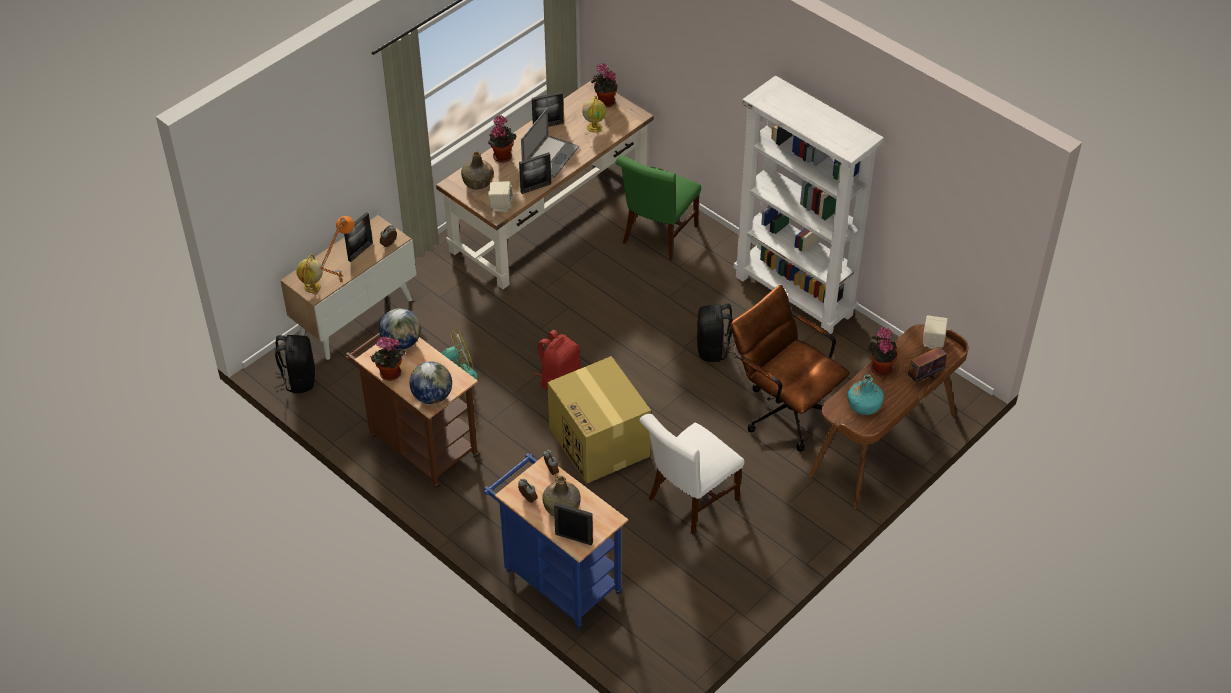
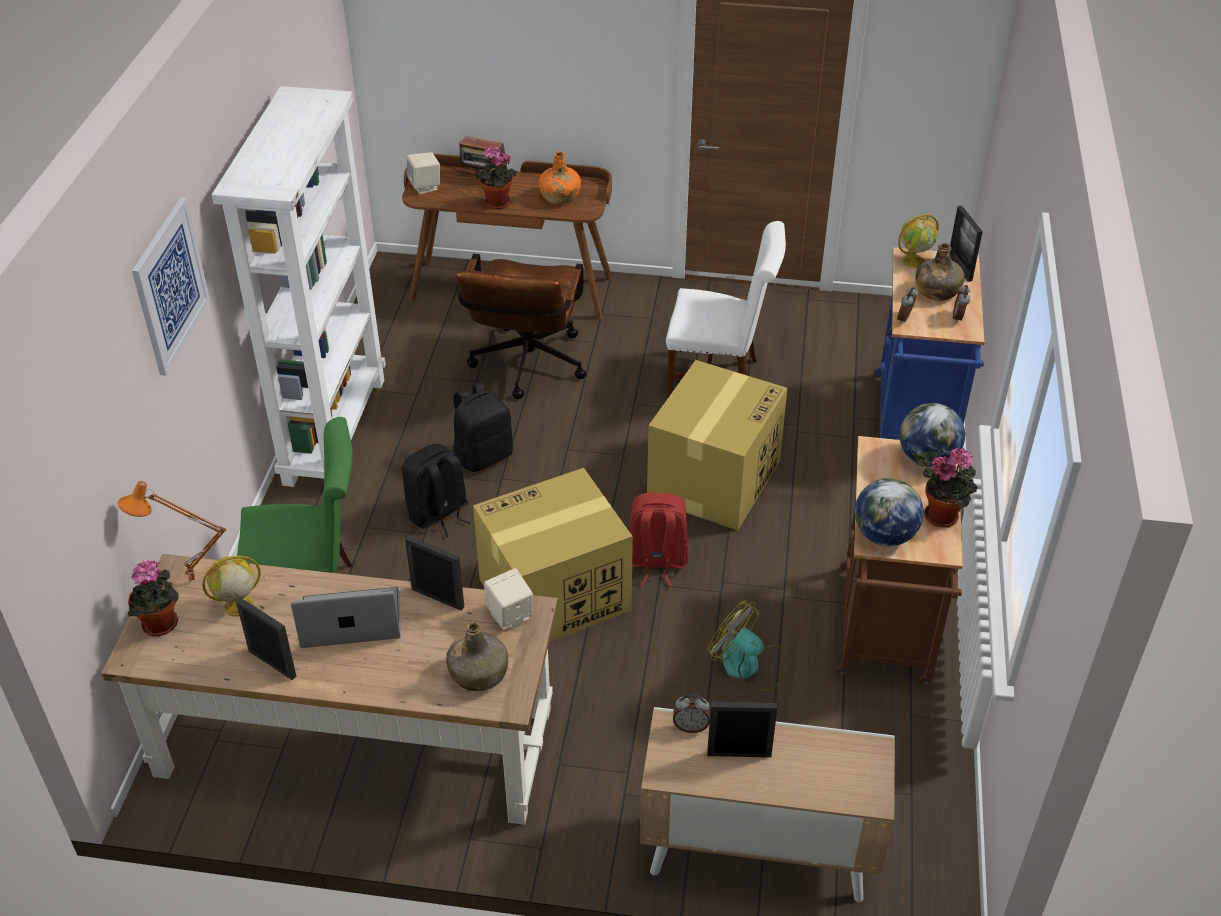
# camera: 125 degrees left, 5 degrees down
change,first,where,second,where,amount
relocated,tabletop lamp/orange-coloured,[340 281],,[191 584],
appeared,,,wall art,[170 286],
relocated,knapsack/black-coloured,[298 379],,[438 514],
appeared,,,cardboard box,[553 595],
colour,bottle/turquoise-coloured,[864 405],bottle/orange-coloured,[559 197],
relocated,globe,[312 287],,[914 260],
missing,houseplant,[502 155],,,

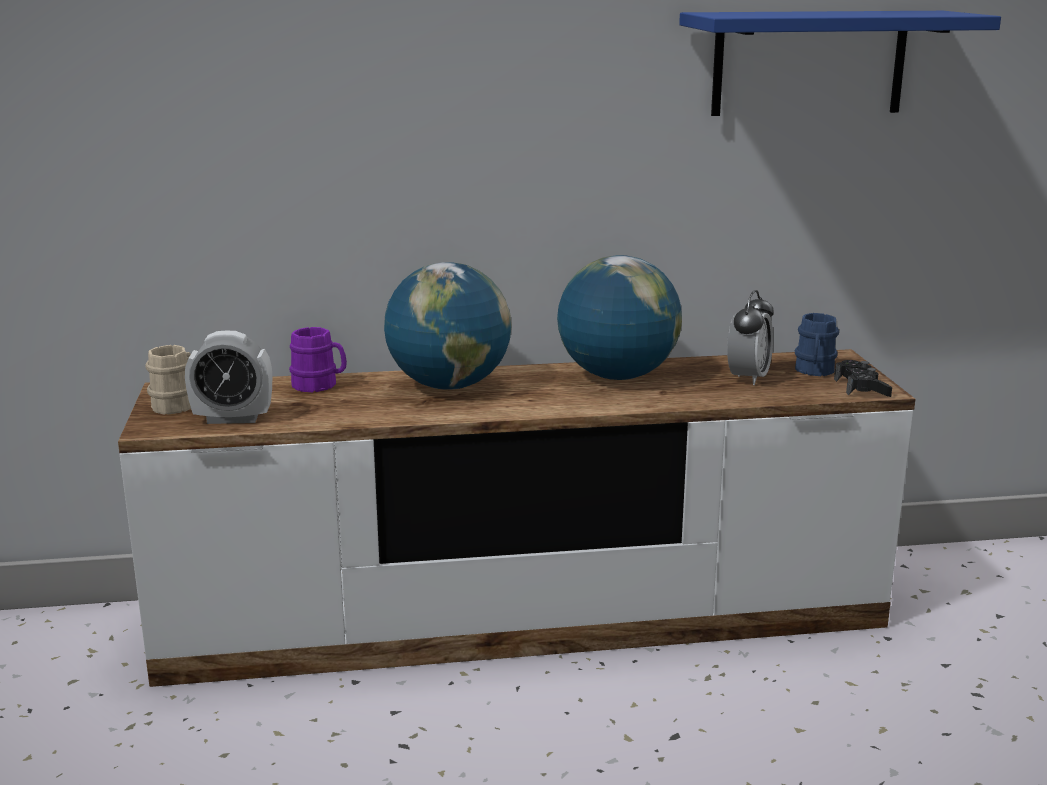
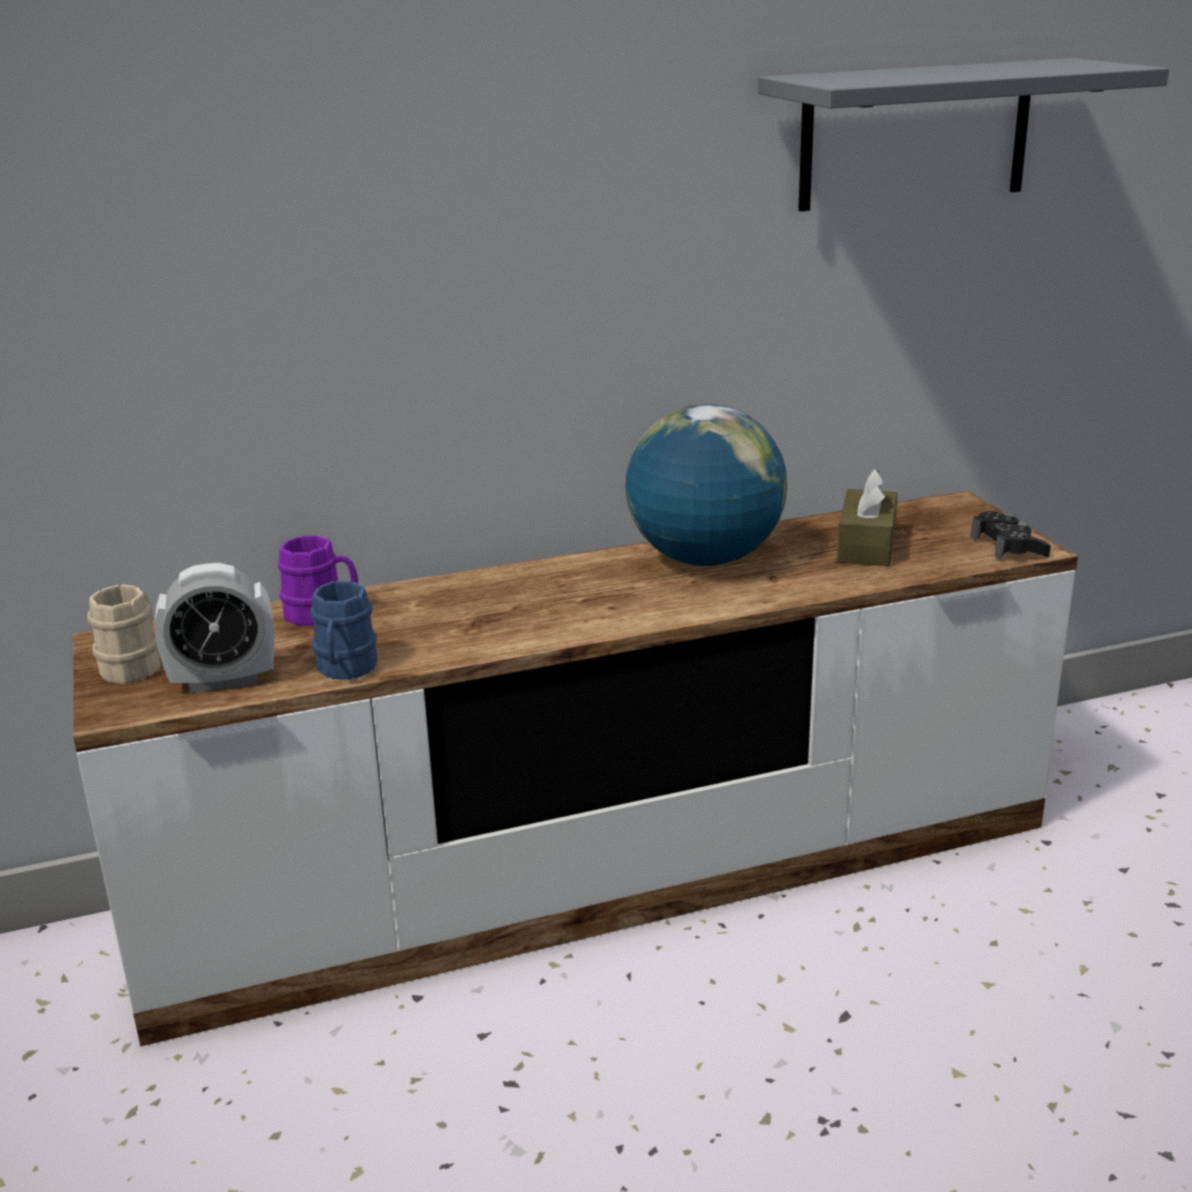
# camera: 10 degrees left, 5 degrees up
change,first,where,second,where,amount
relocated,tea mug/blue-coloured,[814 371],,[344 669],
colour,wall shelf/blue-coloured,[809 63],wall shelf/grey,[915 135],
exchanged,bedside clock,[748 378],tissue box/brown-coloured,[866 545],
missing,globe,[449 385],,,

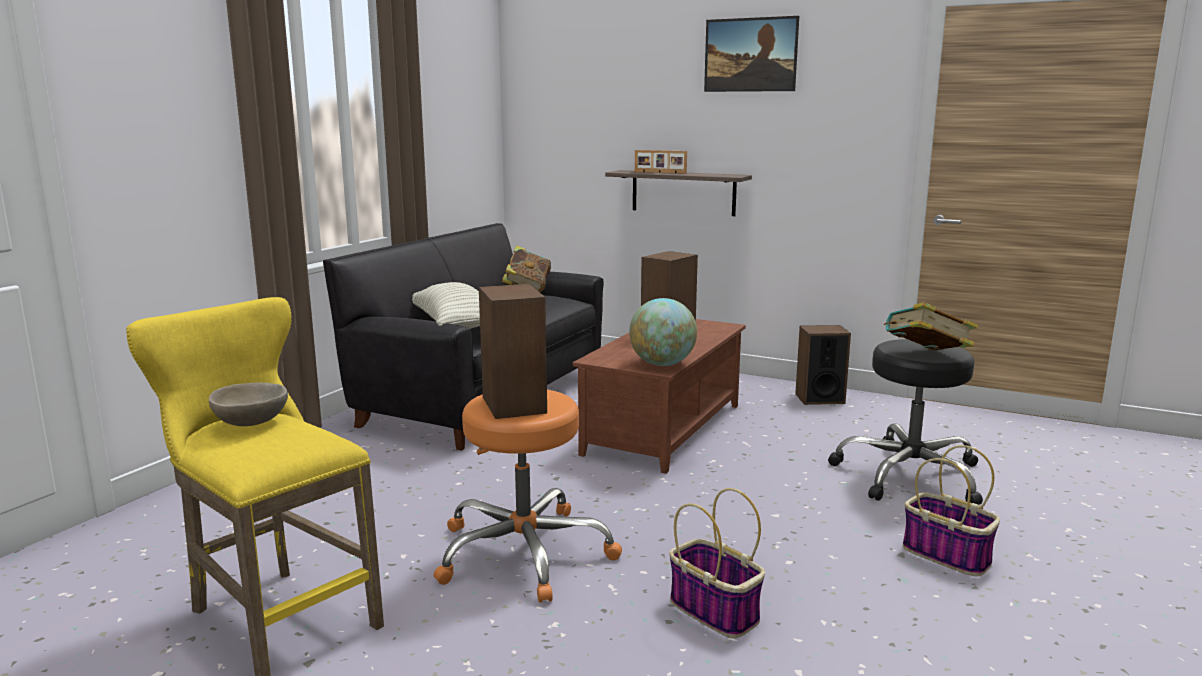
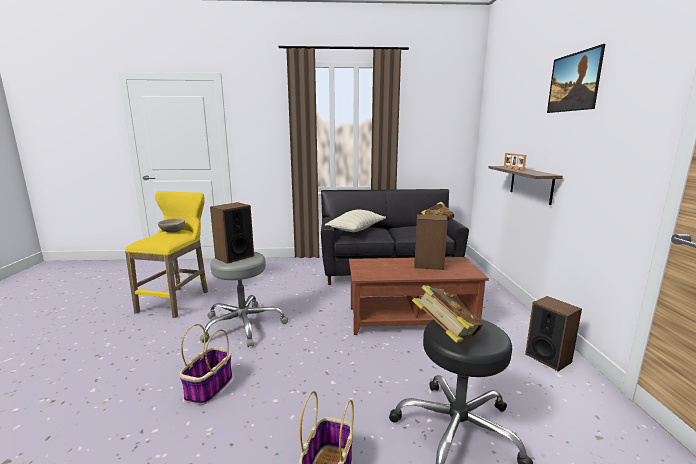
# camera: 60 degrees right, 0 degrees up
change,first,where,second,where,amount
colour,stool/orange-coloured,[524 553],stool/grey,[242 325],
missing,globe,[662 364],,,

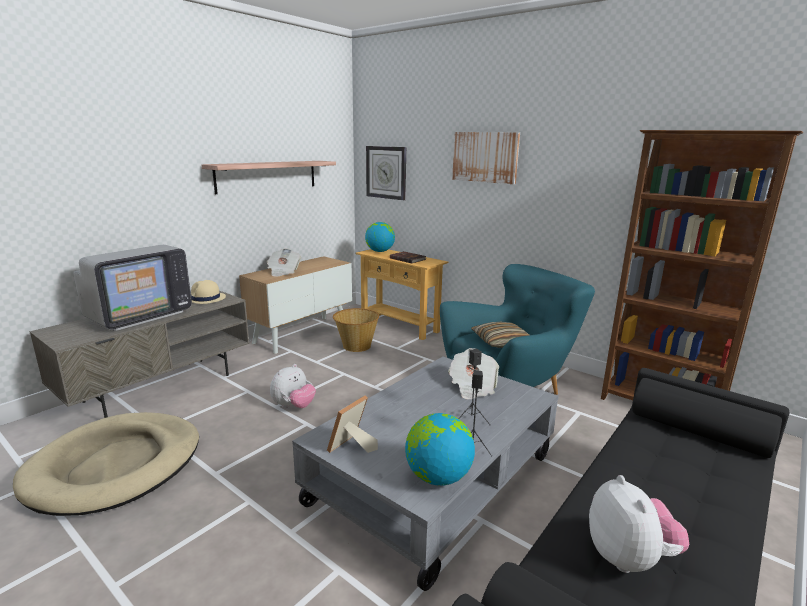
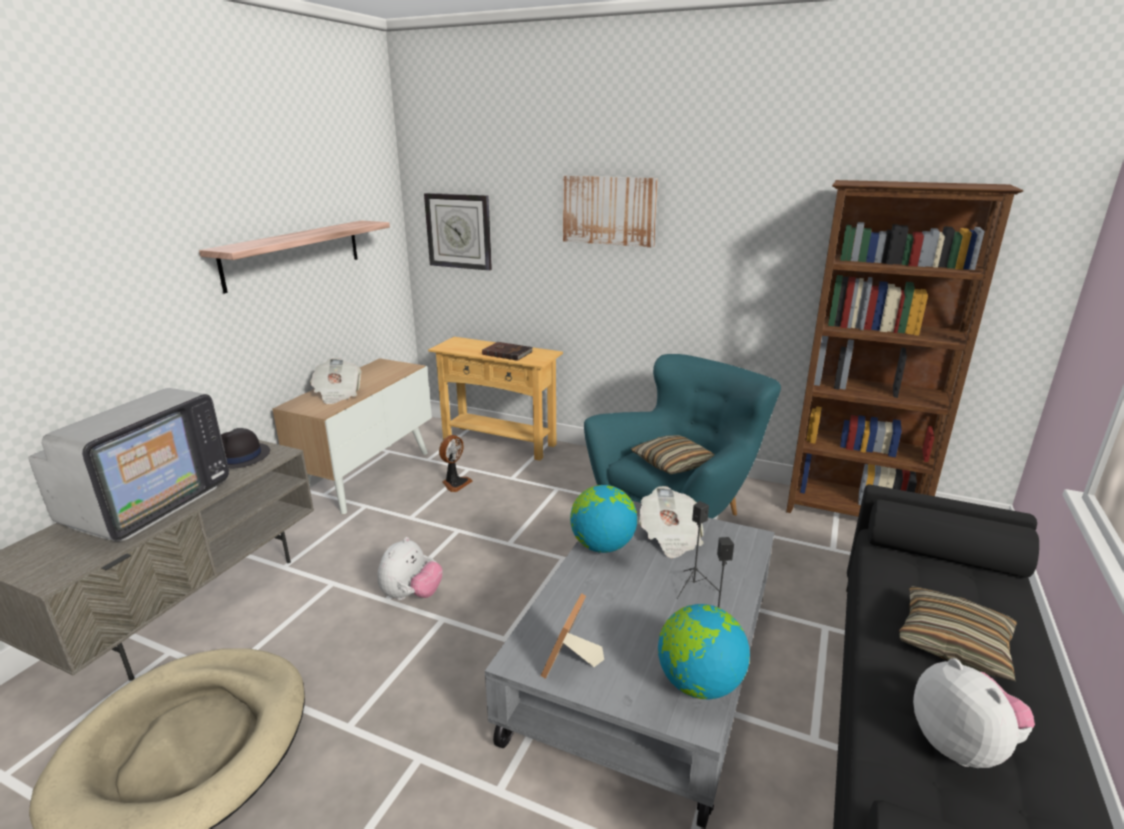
# camera: 15 degrees left, 5 degrees up
change,first,where,second,where,amount
colour,wearable hat/sand-coloured,[205 299],wearable hat/black-coloured,[239 457],
exchanged,household basket,[356 346],electric fan,[455 483],
relocated,globe,[380 251],,[602 546],
appeared,,,throw pillow,[953 642],

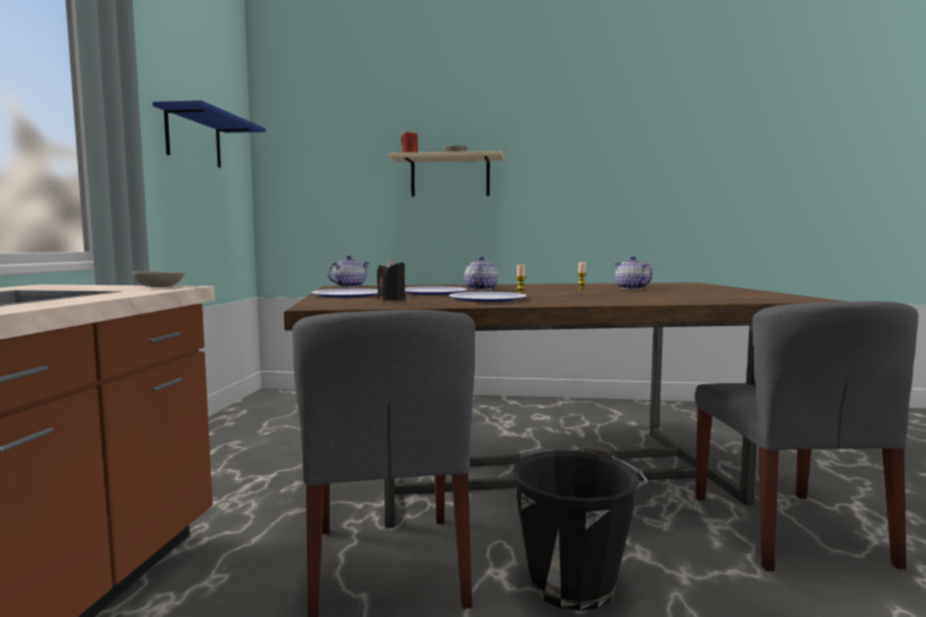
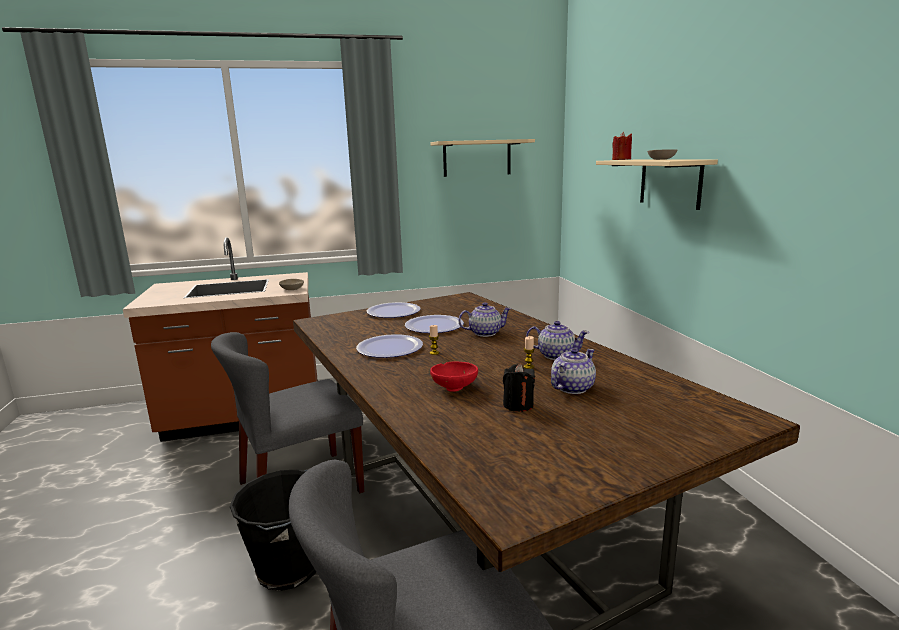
# camera: 70 degrees right, 10 degrees up
change,first,where,second,where,amount
appeared,,,serving bowl/red-coloured,[455 387],
colour,wall shelf/blue-coloured,[193 139],wall shelf/sand-coloured,[477 158],
relocated,candle/black-coloured,[392 299],,[518 405],
relocated,tea pot,[349 286],,[556 355],

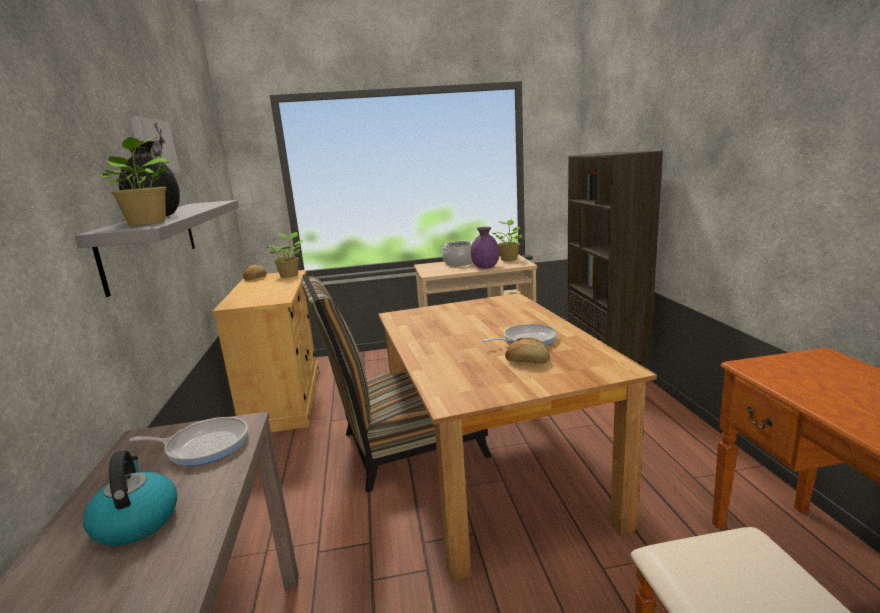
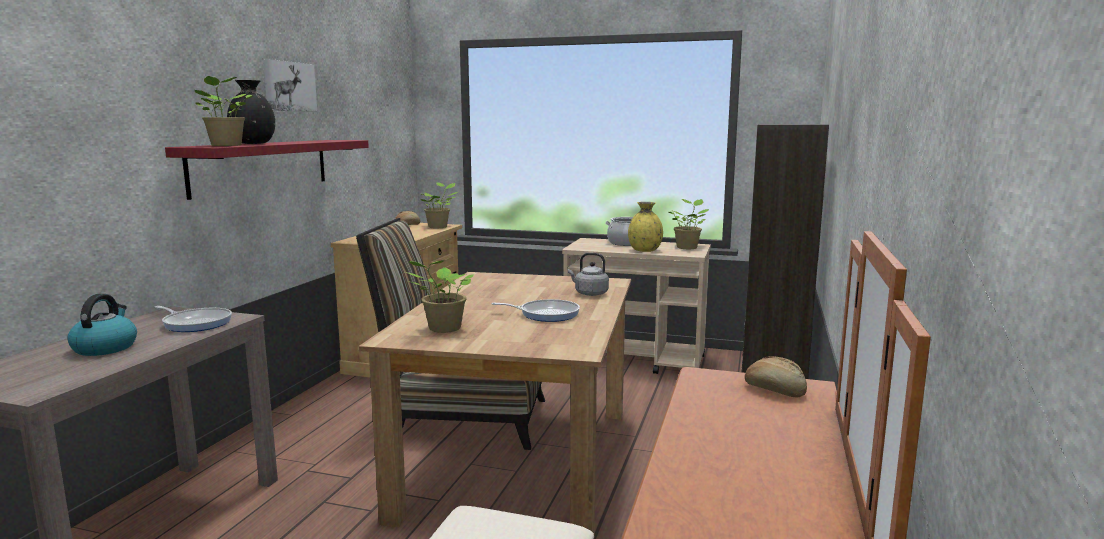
# camera: 25 degrees right, 5 degrees down
change,first,where,second,where,amount
colour,wall shelf/grey,[152 241],wall shelf/red-coloured,[262 166],
appeared,,,houseplant,[442 329],
appeared,,,kettle/grey,[589 293],
colour,decorative vase/purple,[485 267],decorative vase/yellowish,[645 250],
relocated,bread,[527 361],,[775 390],

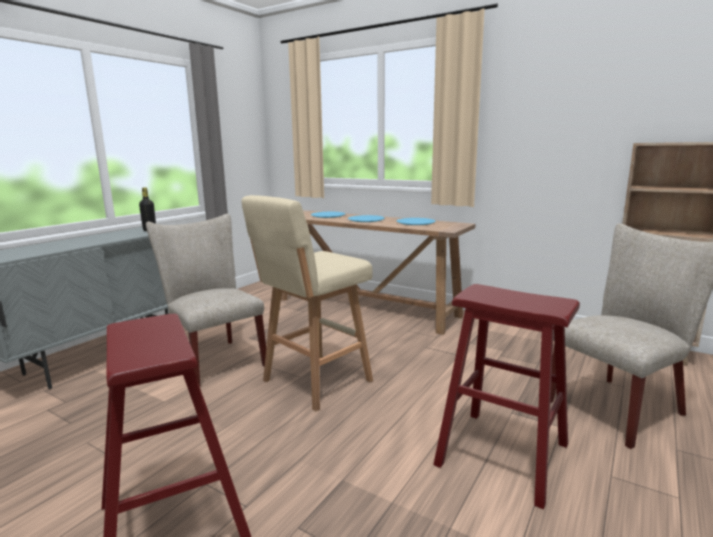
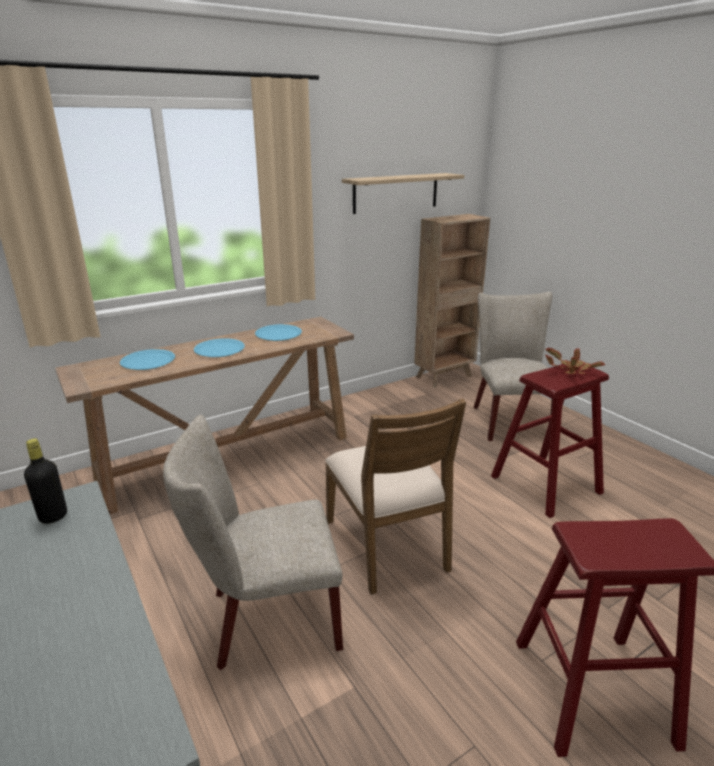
# camera: 65 degrees left, 10 degrees up
change,first,where,second,where,amount
exchanged,stool/sand-coloured,[314 382],chair/brown-coloured,[388 544],
appeared,,,wall shelf,[396 193],
appeared,,,houseplant,[571 370],

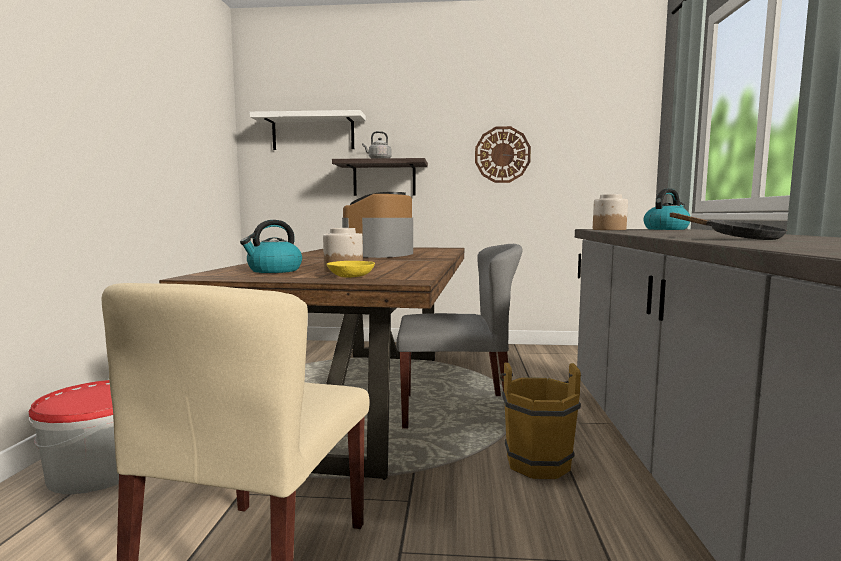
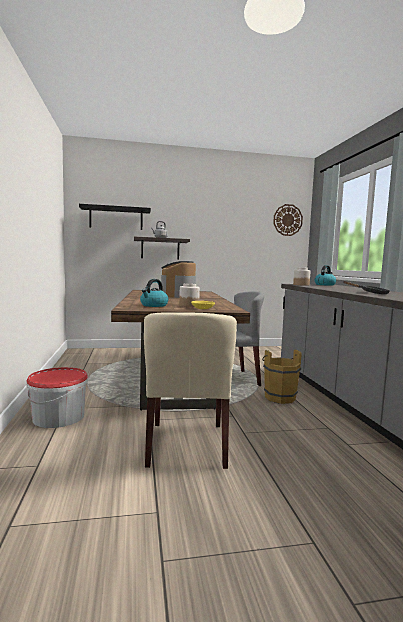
# camera: 15 degrees left, 0 degrees up
change,first,where,second,where,amount
colour,wall shelf/white,[313 133],wall shelf/black-coloured,[116 218],
relocated,clock on the wall,[502 155],,[287 220],

